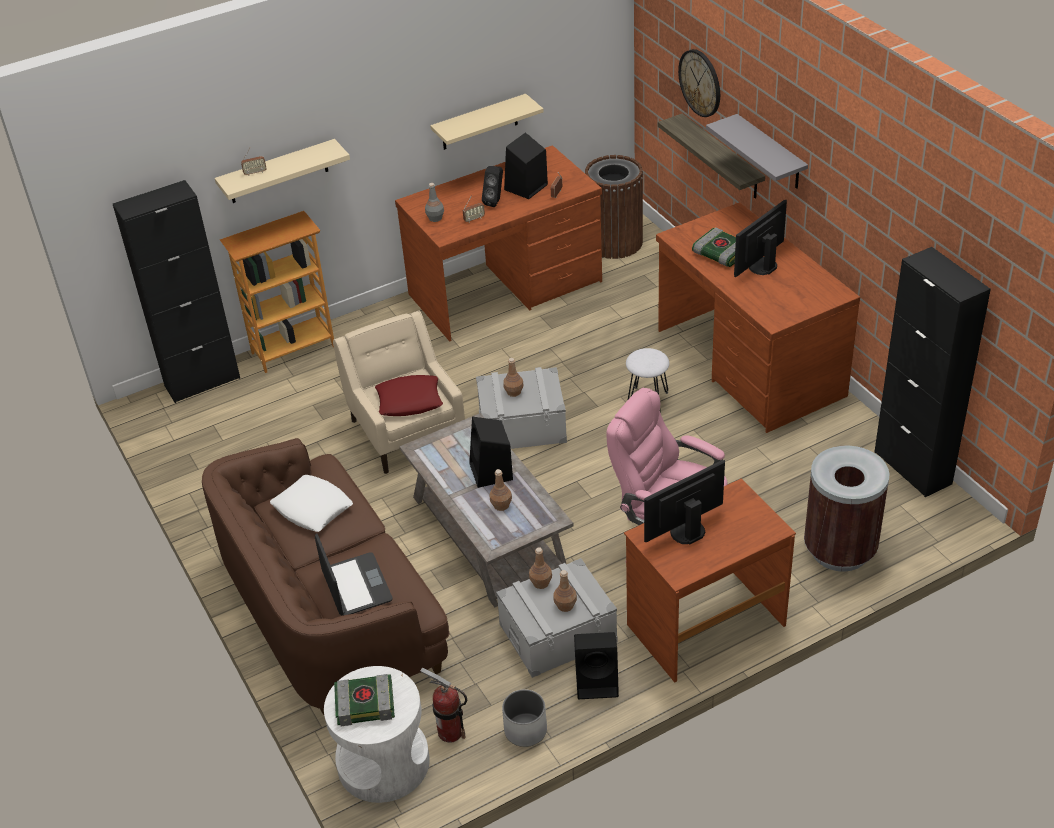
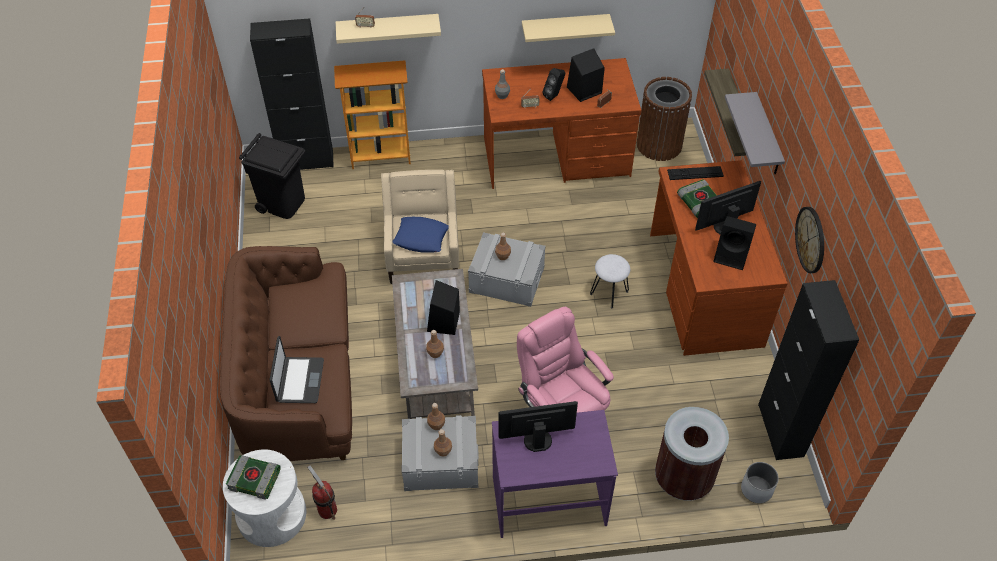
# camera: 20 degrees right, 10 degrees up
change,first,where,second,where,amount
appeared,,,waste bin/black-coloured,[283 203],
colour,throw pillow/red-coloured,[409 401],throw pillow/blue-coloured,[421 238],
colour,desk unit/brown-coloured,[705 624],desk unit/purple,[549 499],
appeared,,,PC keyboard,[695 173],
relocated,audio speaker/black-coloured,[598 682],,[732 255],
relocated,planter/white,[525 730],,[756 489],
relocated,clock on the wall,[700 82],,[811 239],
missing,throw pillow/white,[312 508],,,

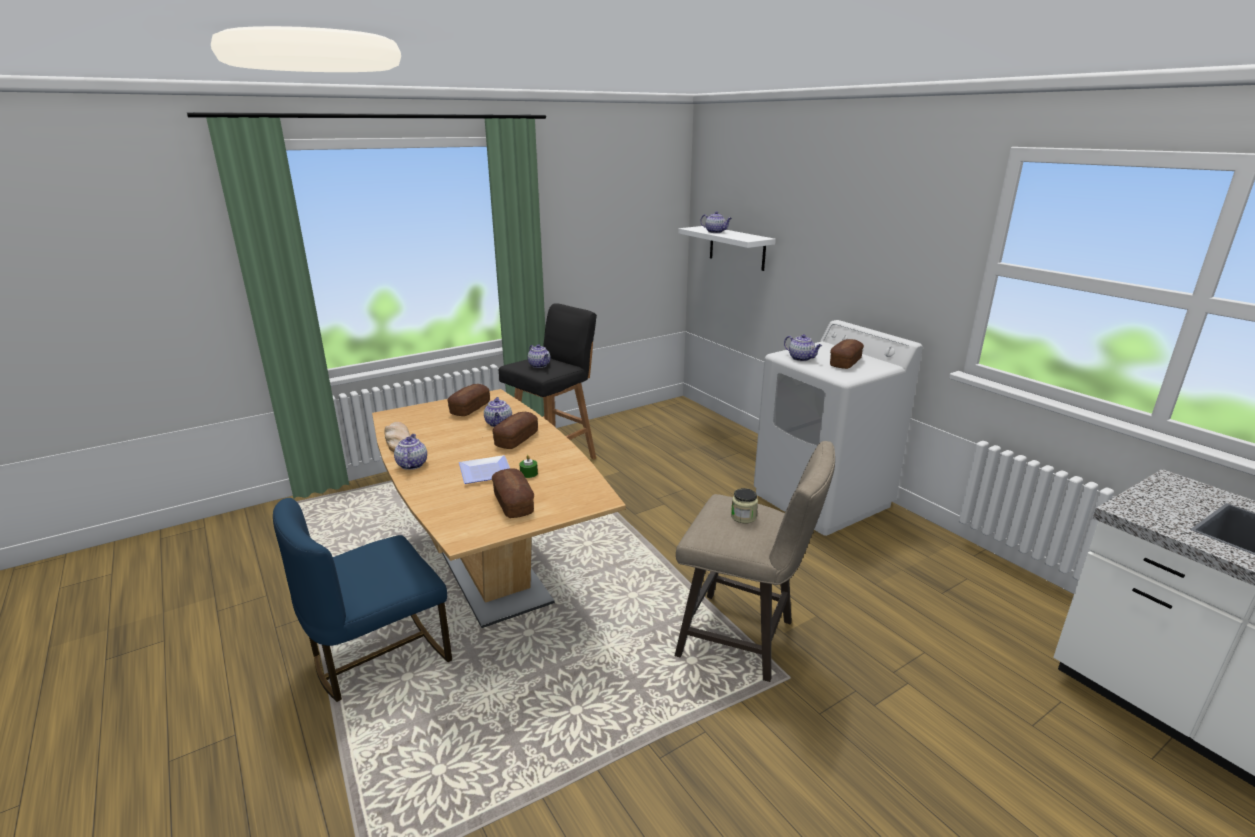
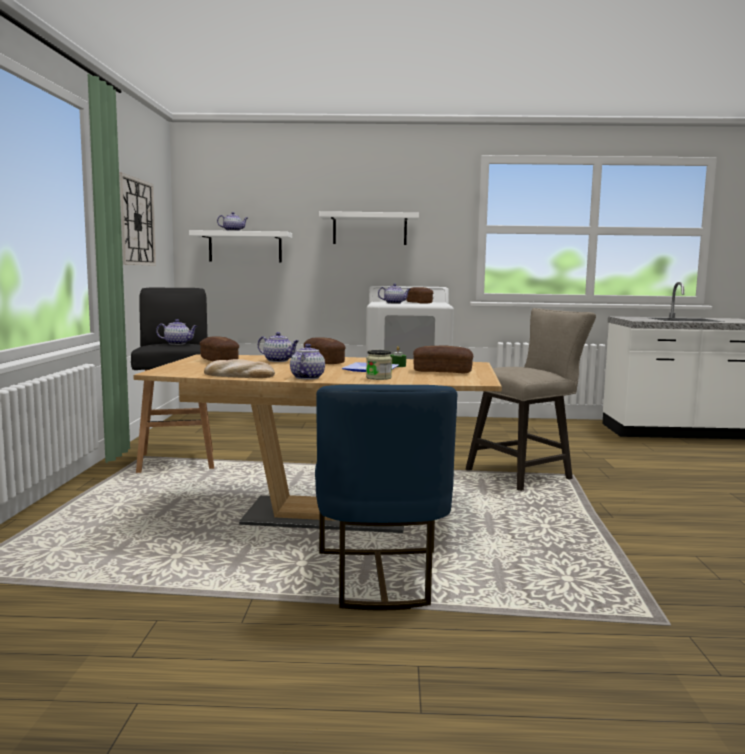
# camera: 55 degrees left, 15 degrees down
change,first,where,second,where,amount
appeared,,,clock on the wall,[136 222],
spun,tea pot,[412 464],,[307 377],75 degrees clockwise
appeared,,,wall shelf/white,[369 229],
relocated,jar,[743 517],,[378 378],

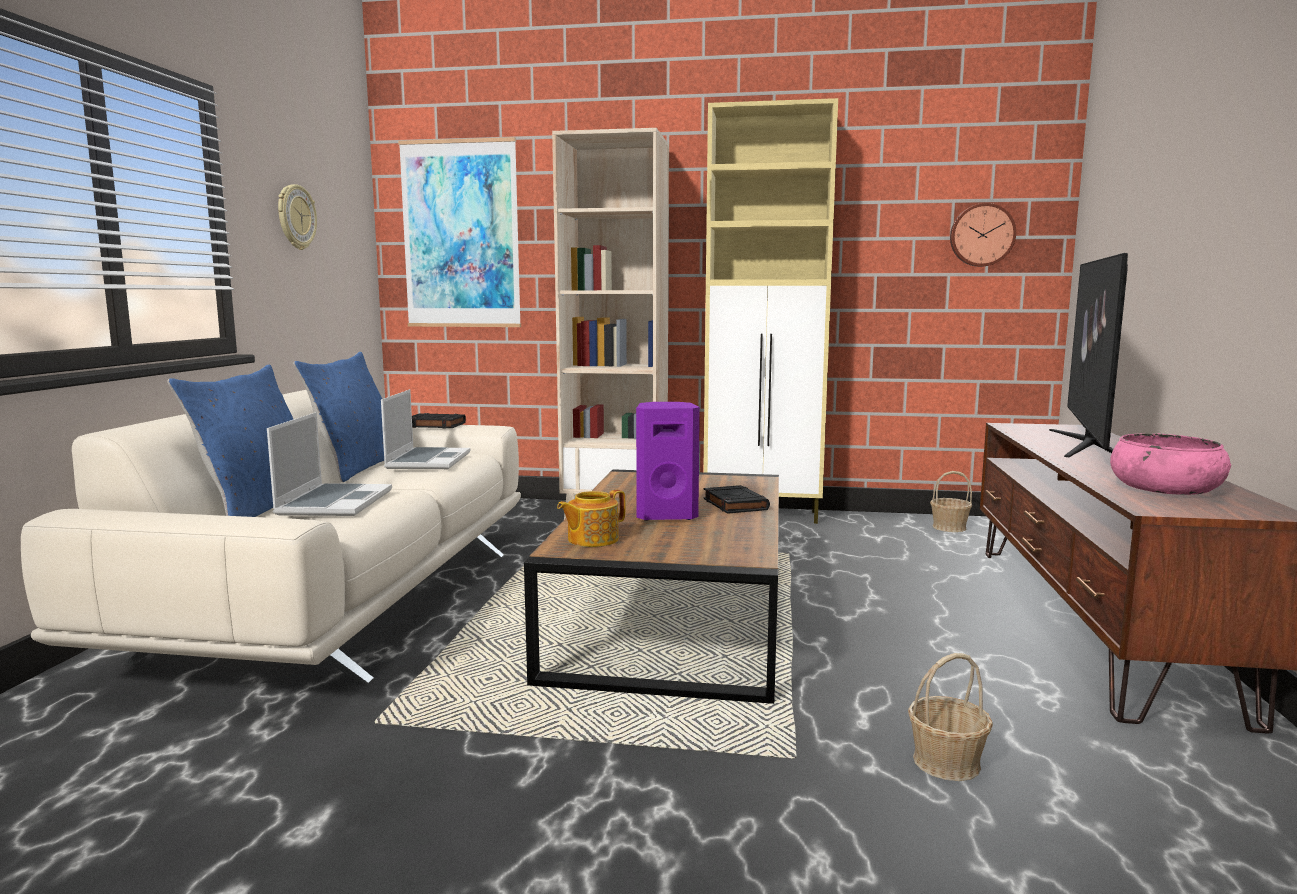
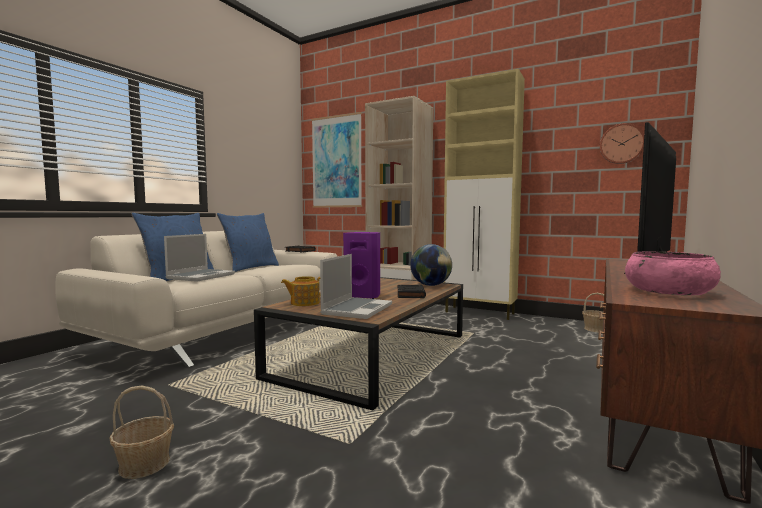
# camera: 20 degrees right, 5 degrees down
change,first,where,second,where,amount
relocated,household basket,[947 762],,[144 464],
relocated,portable computer,[427 460],,[357 309],
appeared,,,globe,[430 285],
missing,clock on the wall,[295 217],,,

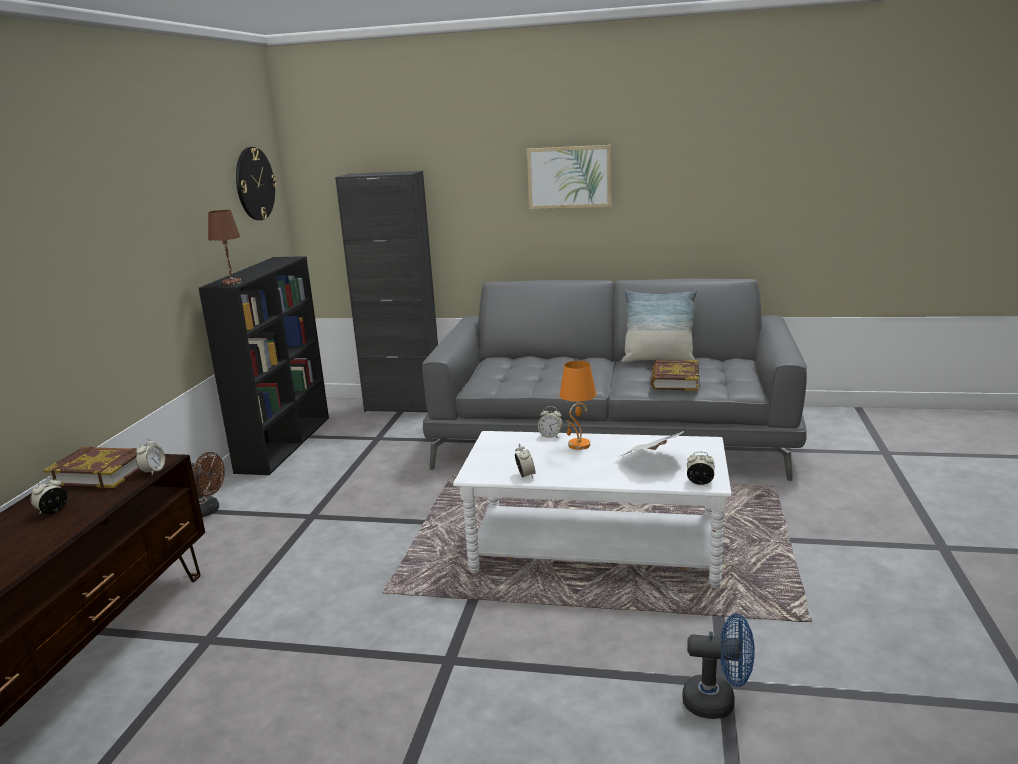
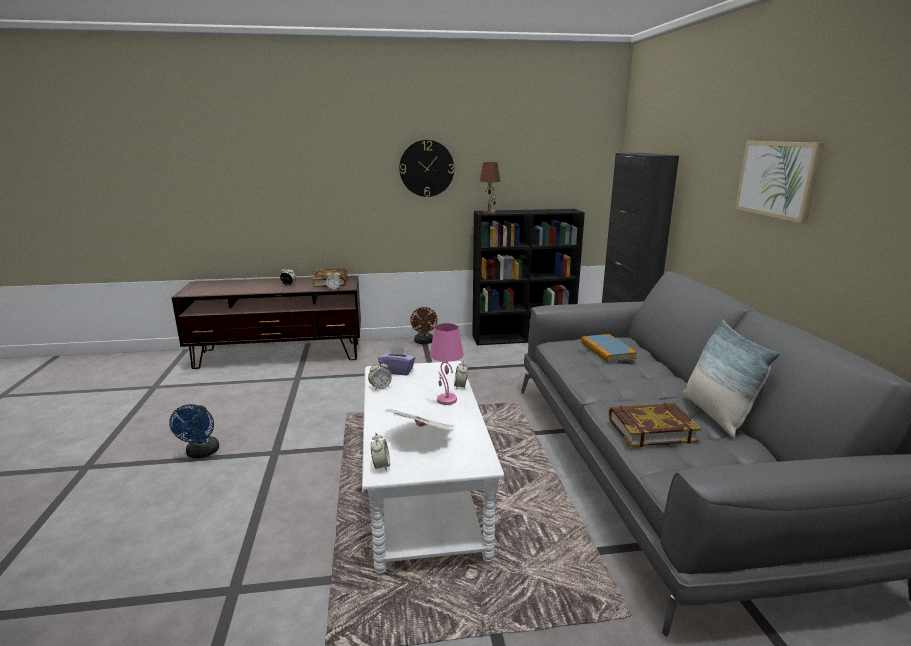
# camera: 70 degrees right, 0 degrees up
change,first,where,second,where,amount
relocated,electric fan/blue-coloured,[718 702],,[201 453],
appeared,,,tissue box/purple,[397 371],
relocated,clock on the wall,[254 184],,[426 168],
colour,tabletop lamp/orange-coloured,[578 445],tabletop lamp/pink-coloured,[446 400],
appeared,,,book,[607 350],

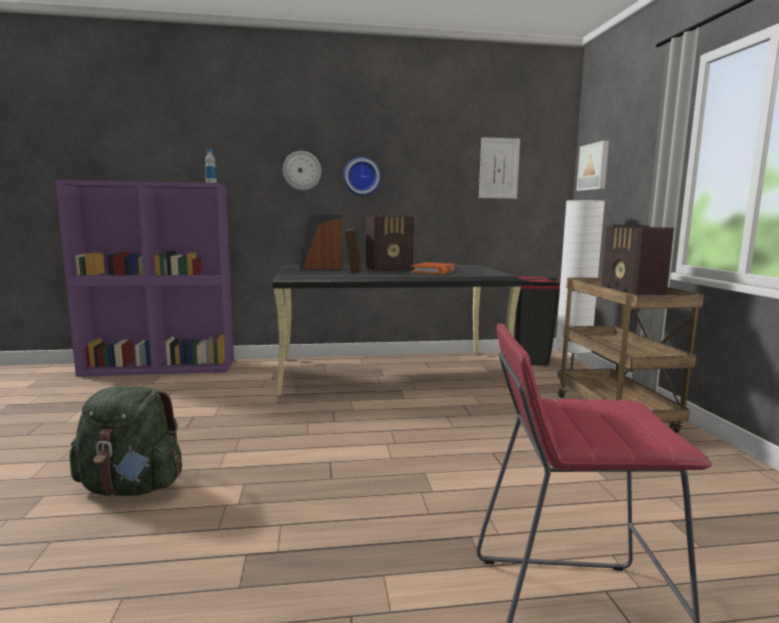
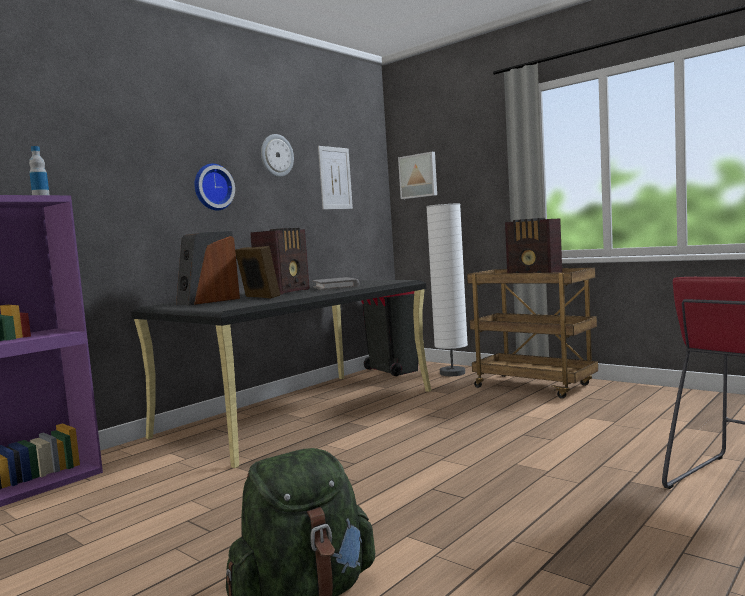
# camera: 40 degrees left, 5 degrees down
change,first,where,second,where,amount
relocated,clock on the wall,[302 170],,[276 155],
colour,book/orange-coloured,[434 271],book/grey,[336 287],

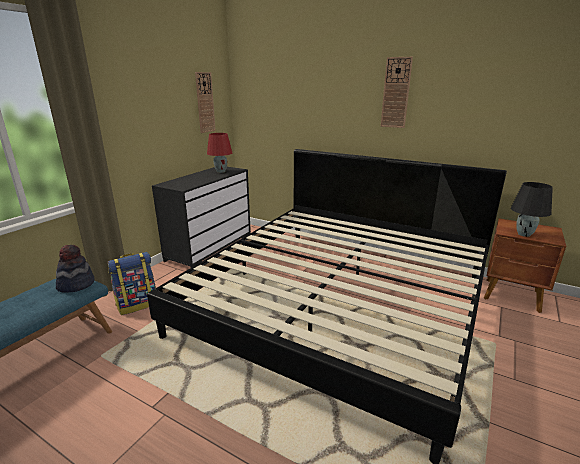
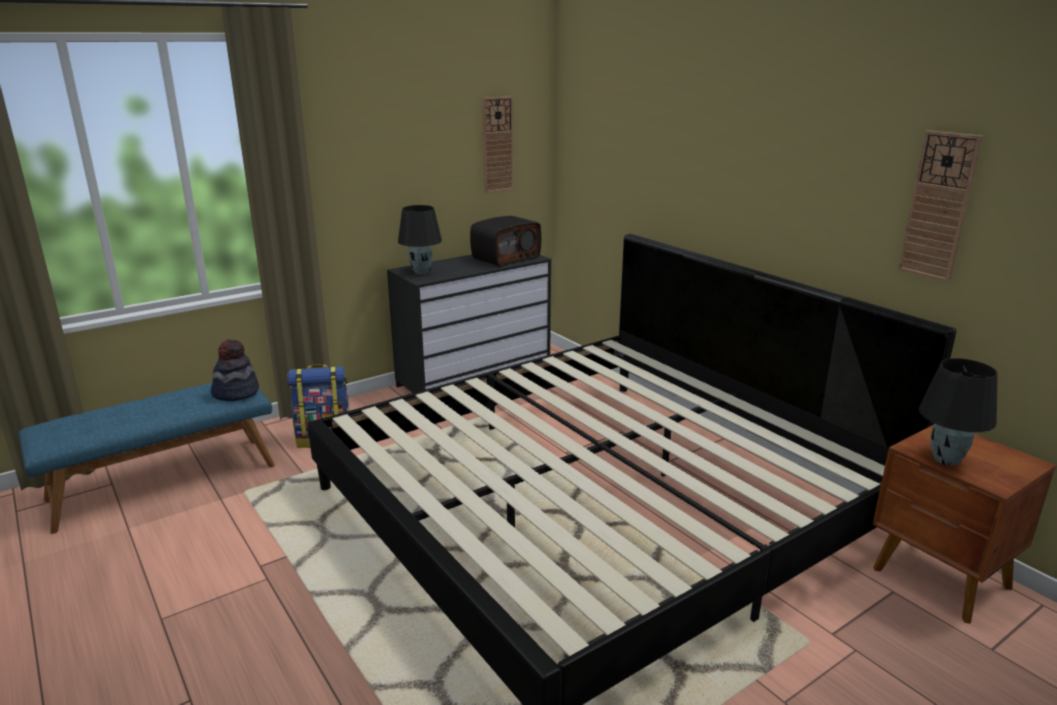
# camera: 25 degrees right, 0 degrees up
change,first,where,second,where,amount
appeared,,,tabletop lamp/black-coloured,[422 272],
exchanged,tabletop lamp/red-coloured,[221 171],radio,[505 258],
relocated,clock on the wall,[396 93],,[939 206],

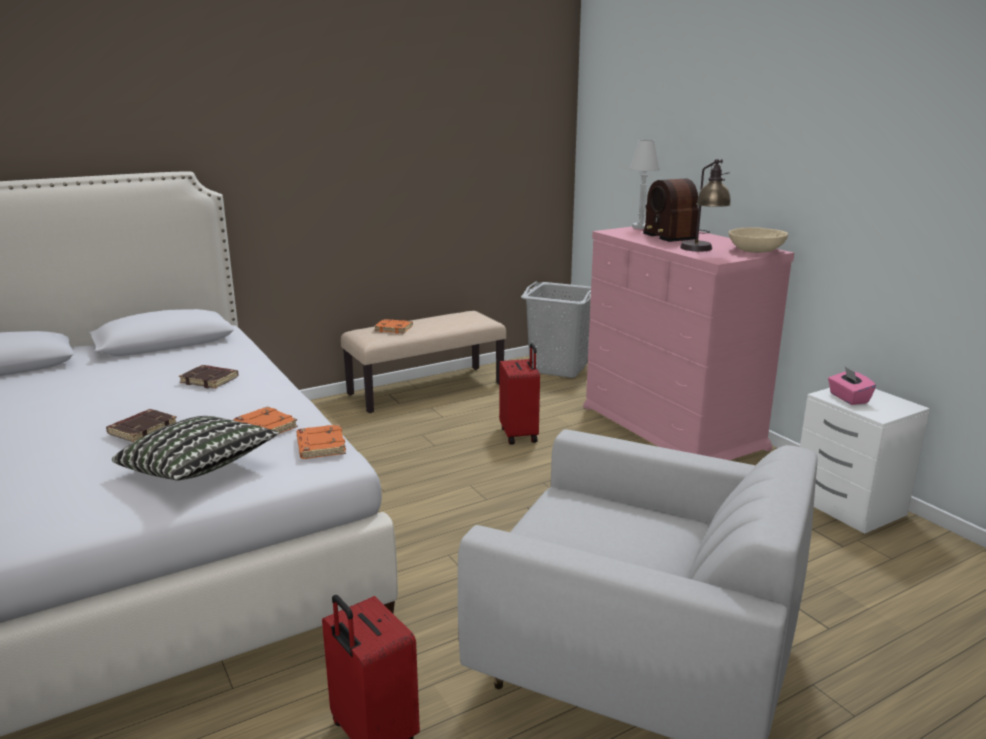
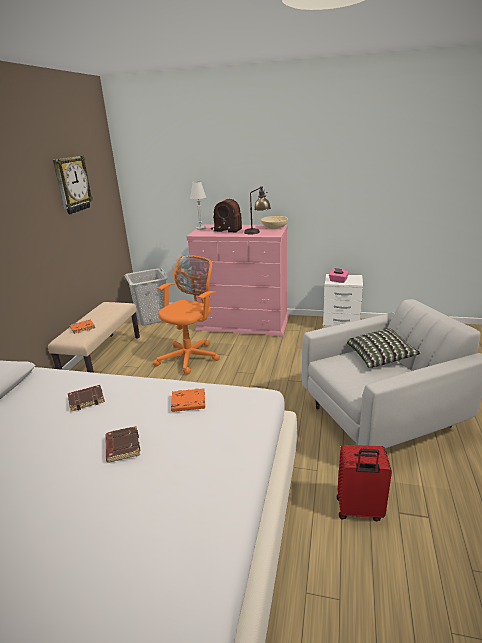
# camera: 45 degrees left, 5 degrees up
change,first,where,second,where,amount
appeared,,,clock on the wall,[72 185],
exchanged,suitcase/red-coloured,[520 435],desk chair/orange-coloured,[190 357],
relocated,throw pillow,[198 470],,[379 357],
missing,book/orange-coloured,[320 446],,,

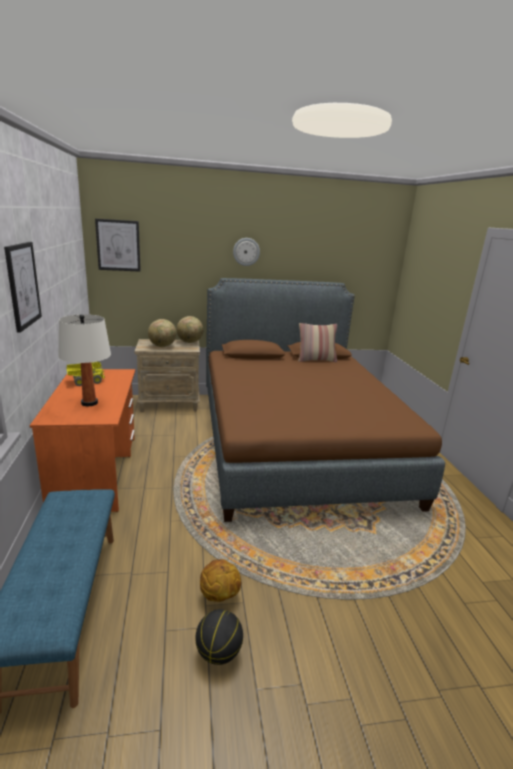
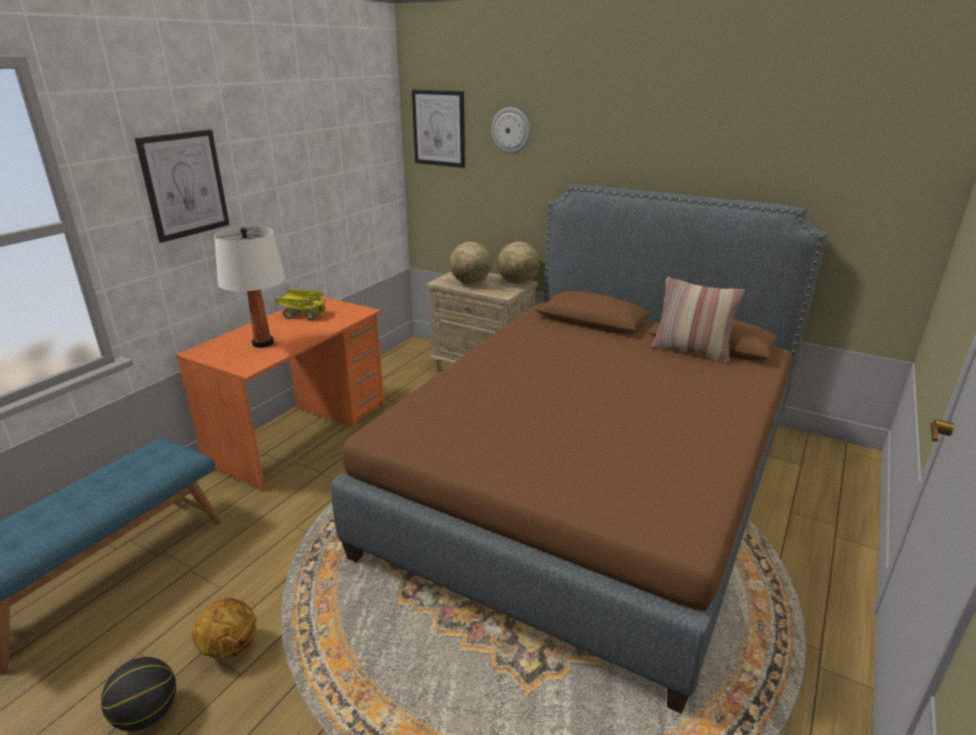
# camera: 40 degrees right, 5 degrees up
change,first,where,second,where,amount
relocated,clock on the wall,[246 252],,[511 130],

